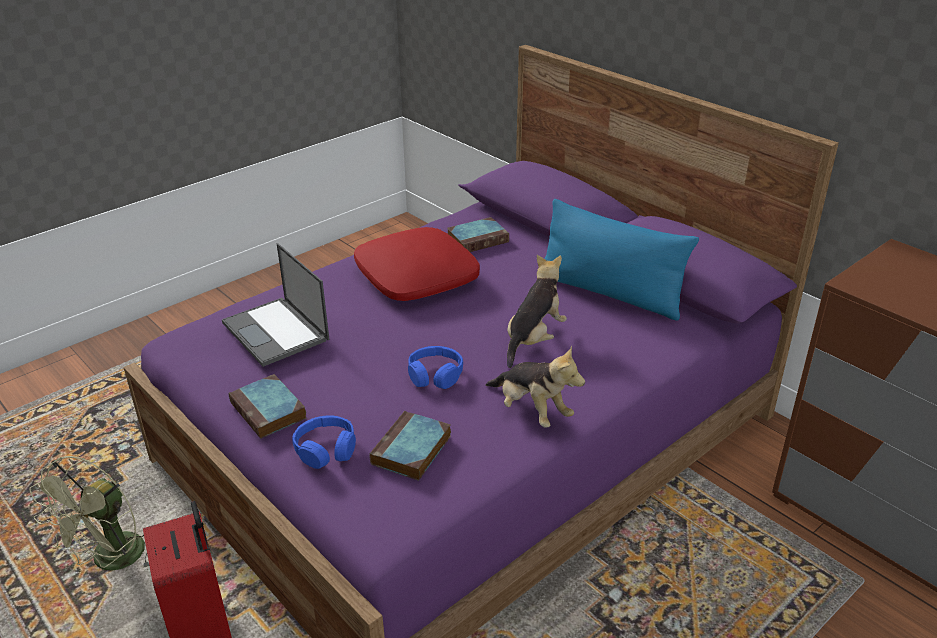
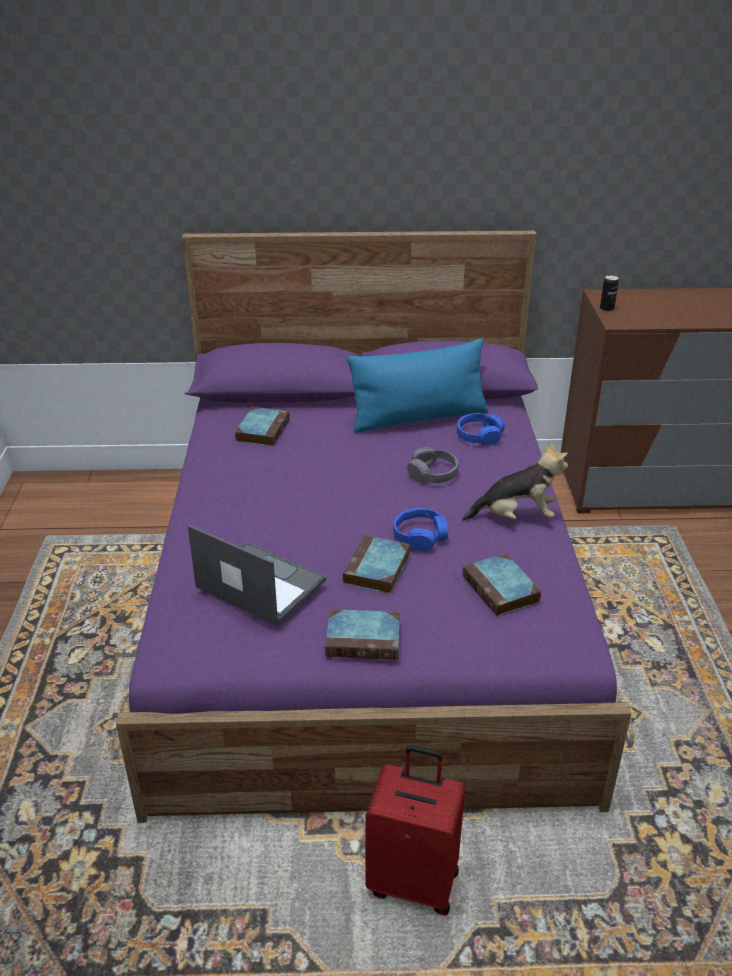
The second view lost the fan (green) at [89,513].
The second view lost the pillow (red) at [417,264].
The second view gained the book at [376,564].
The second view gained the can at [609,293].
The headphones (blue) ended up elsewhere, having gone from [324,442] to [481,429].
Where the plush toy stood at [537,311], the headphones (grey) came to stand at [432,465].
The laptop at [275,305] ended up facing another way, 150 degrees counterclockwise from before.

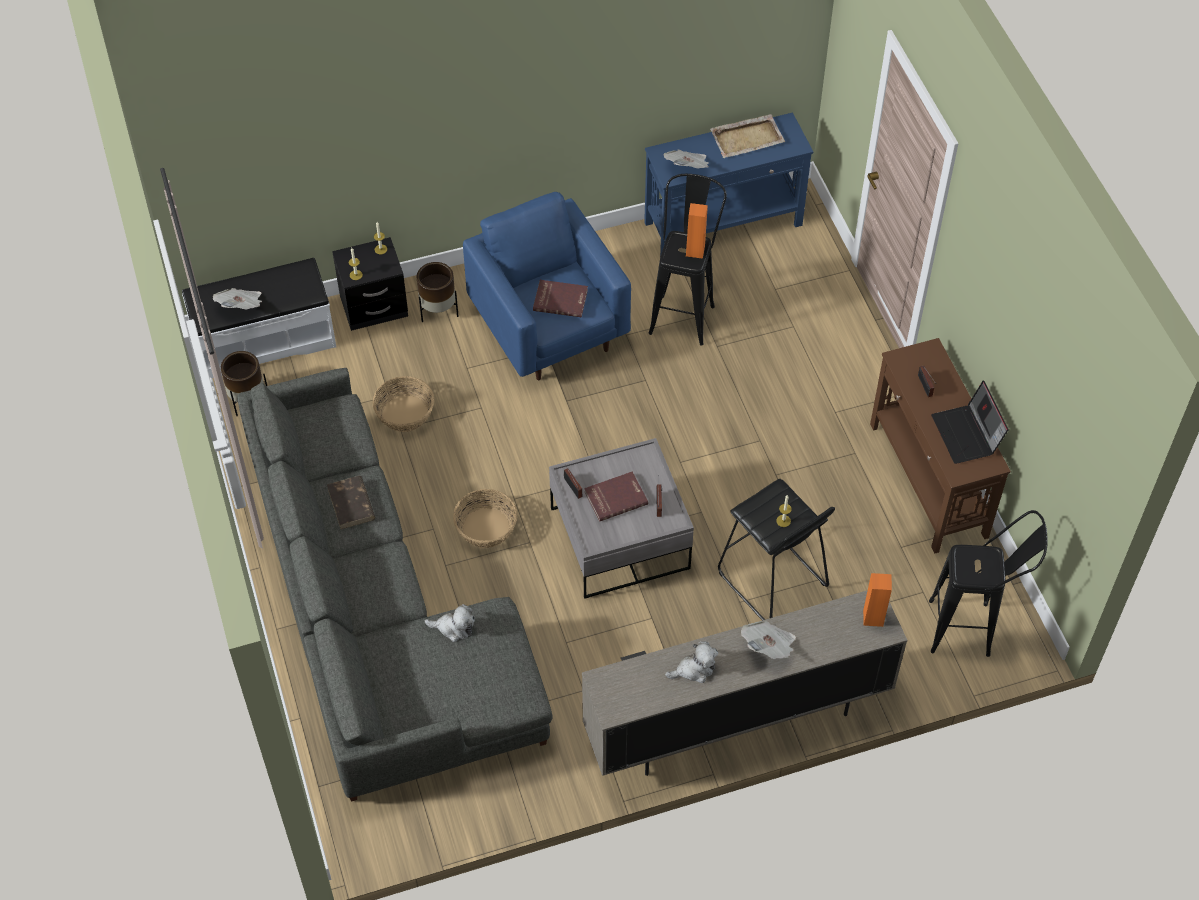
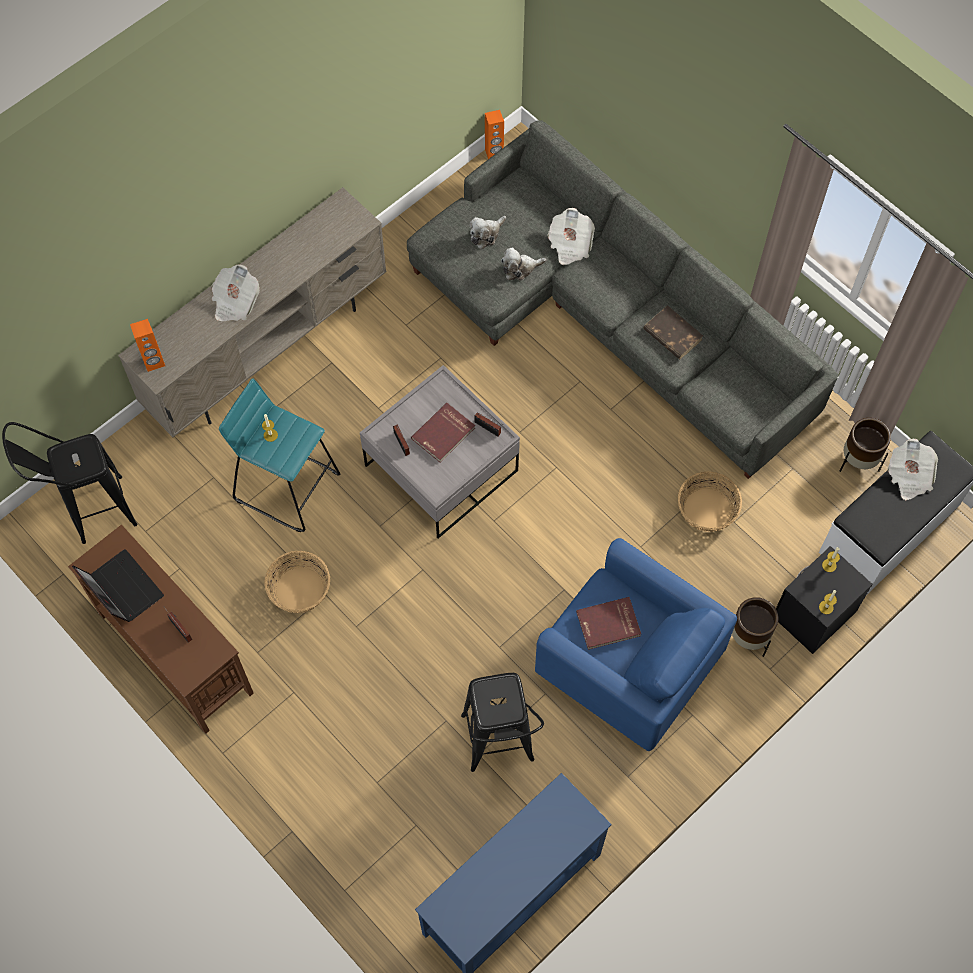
The second view lost the tray (beige) at [747,136].
The basket ended up elsewhere, having gone from [485,518] to [297,582].
The newspaper ended up elsewhere, having gone from [686,159] to [571,236].
The plush toy ended up elsewhere, having gone from [691,662] to [487,232].
The speaker (orange) ended up elsewhere, having gone from [697,231] to [494,134].
What was the stool (black) at [776,549] turned into the stool (turquoise) at [279,455].

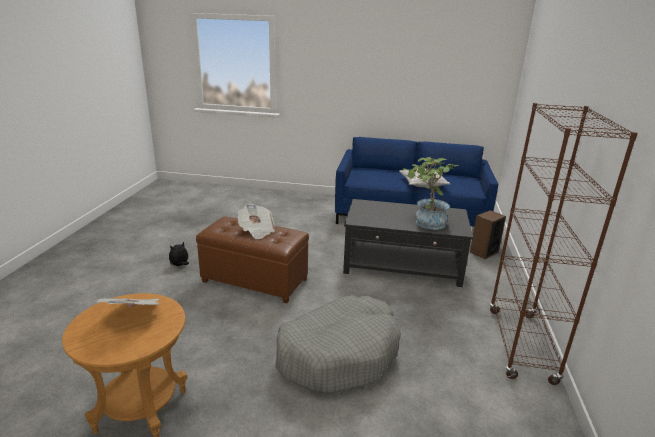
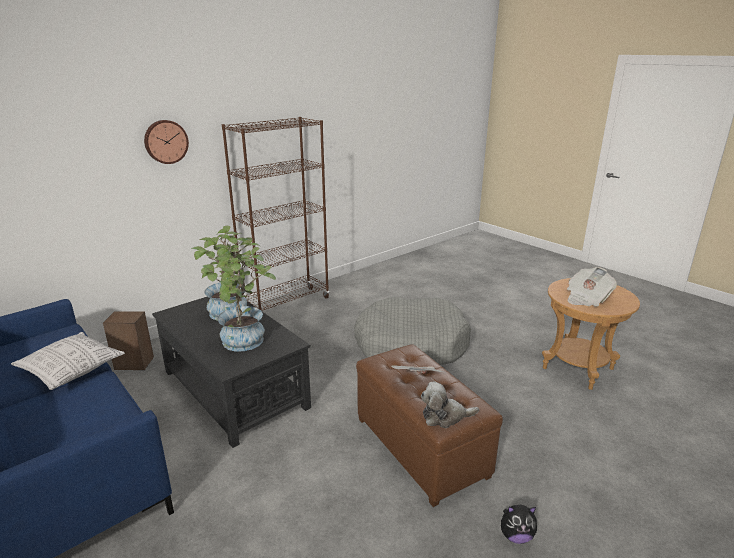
The second view gained the wall clock at [166,142].
The second view gained the potted plant at [238,299].
The second view gained the plush toy at [450,404].

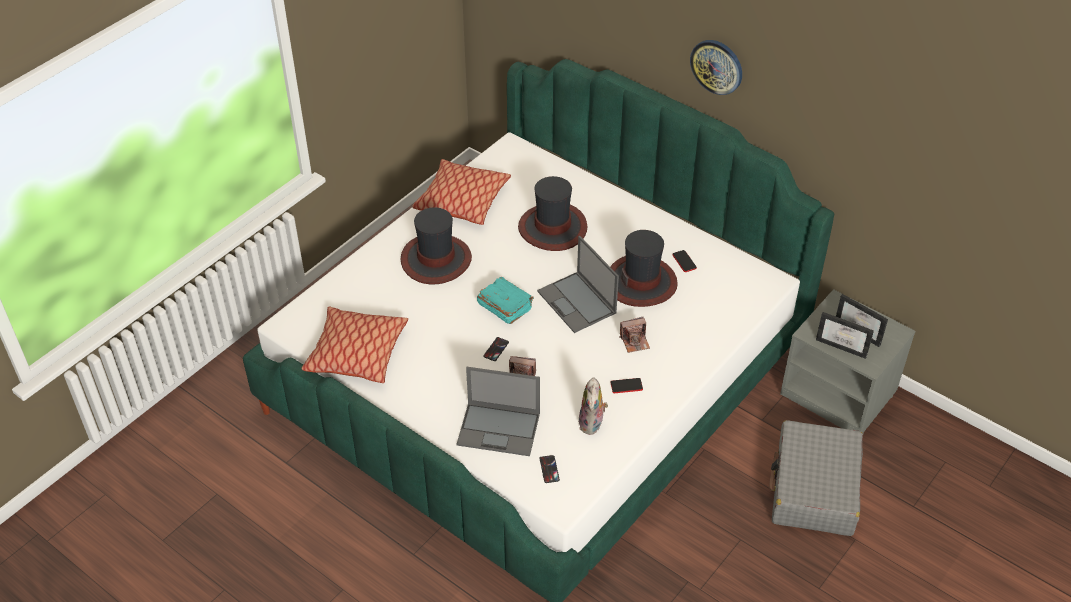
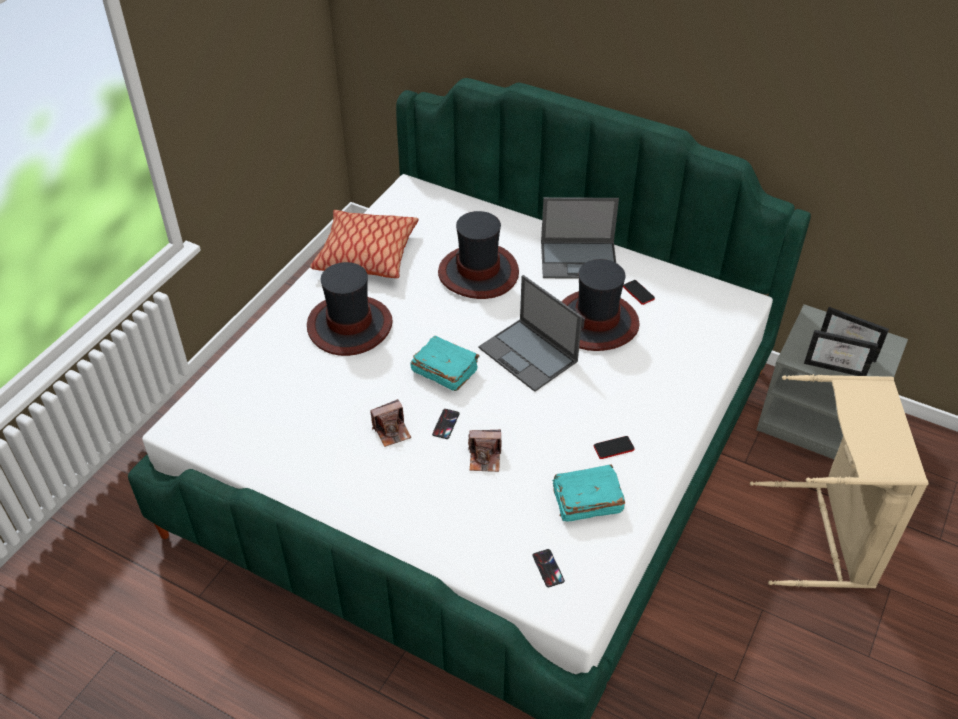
The second view lost the pillow at [355,344].
The second view lost the wall clock at [716,67].
The laptop ended up elsewhere, having gone from [498,411] to [580,238].
The photo camera ended up elsewhere, having gone from [634,335] to [390,423].
Where the plush toy stood at [593,406], the book (turquoise) came to stand at [588,493].
Where the suitcase (grey) stood at [816,478], the laundry basket (beige) came to stand at [839,481].

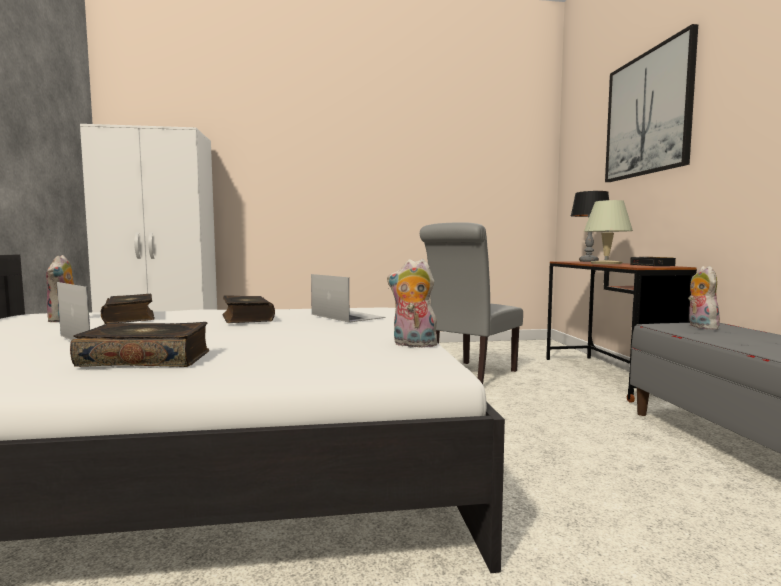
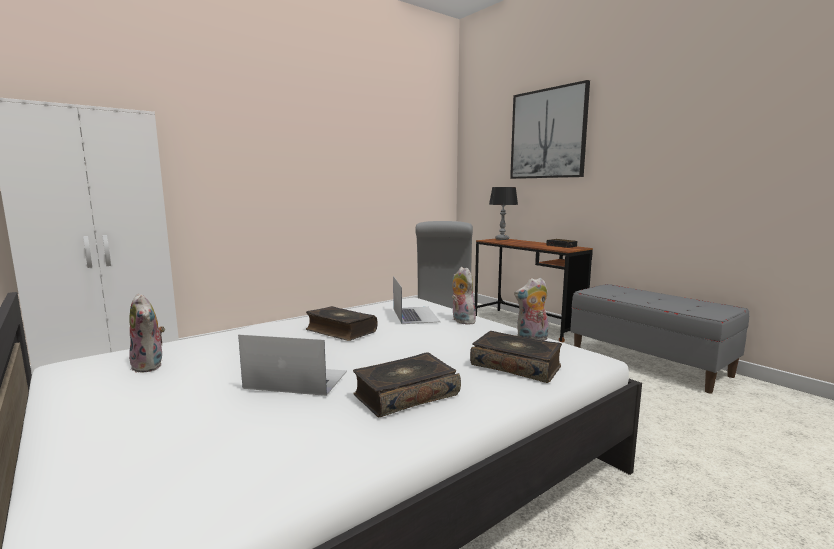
The second view lost the table lamp (beige) at [608,232].
The book ended up elsewhere, having gone from [128,309] to [516,357].
The plush toy ended up elsewhere, having gone from [704,298] to [464,296].
The laptop at [348,298] ended up facing another way, 60 degrees clockwise from before.

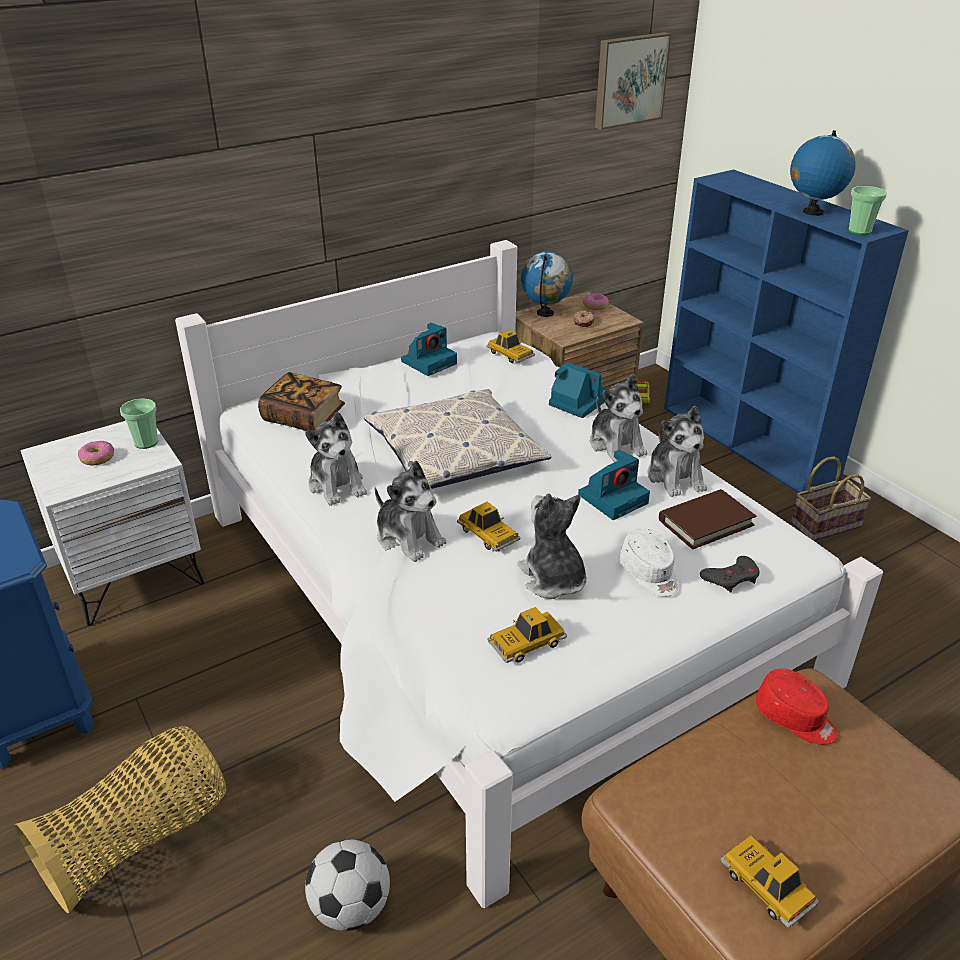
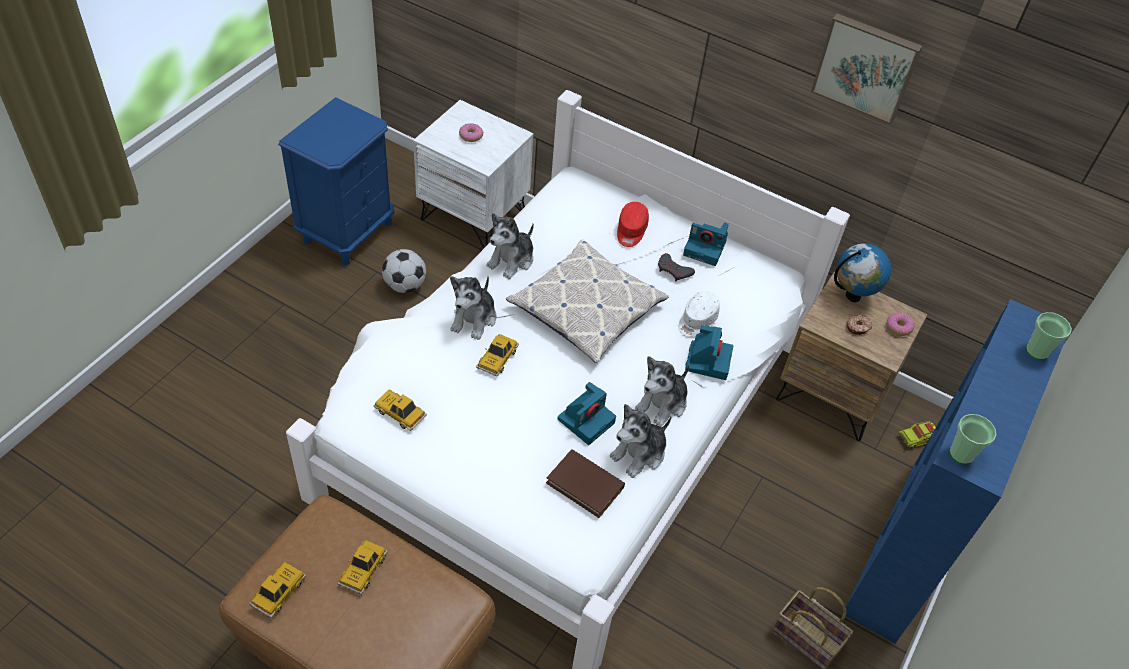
The second view lost the basket at [120,820].
The second view lost the book at [301,401].
The second view lost the plush toy at [552,546].
The second view lost the globe at [822,173].
The cup ended up elsewhere, having gone from [139,423] to [1049,336].
The football ended up elsewhere, having gone from [347,885] to [404,271].
The toy car ended up elsewhere, having gone from [510,346] to [363,567].
The picture ended up elsewhere, having gone from [633,81] to [866,69].
The cap (white) ended up elsewhere, having gone from [649,562] to [699,314].
The game controller (grey) ended up elsewhere, having gone from [729,574] to [676,267].
The cap (red) ended up elsewhere, having gone from [797,707] to [633,224].
The photo camera at [614,484] ended up facing another way, 75 degrees counterclockwise from before.

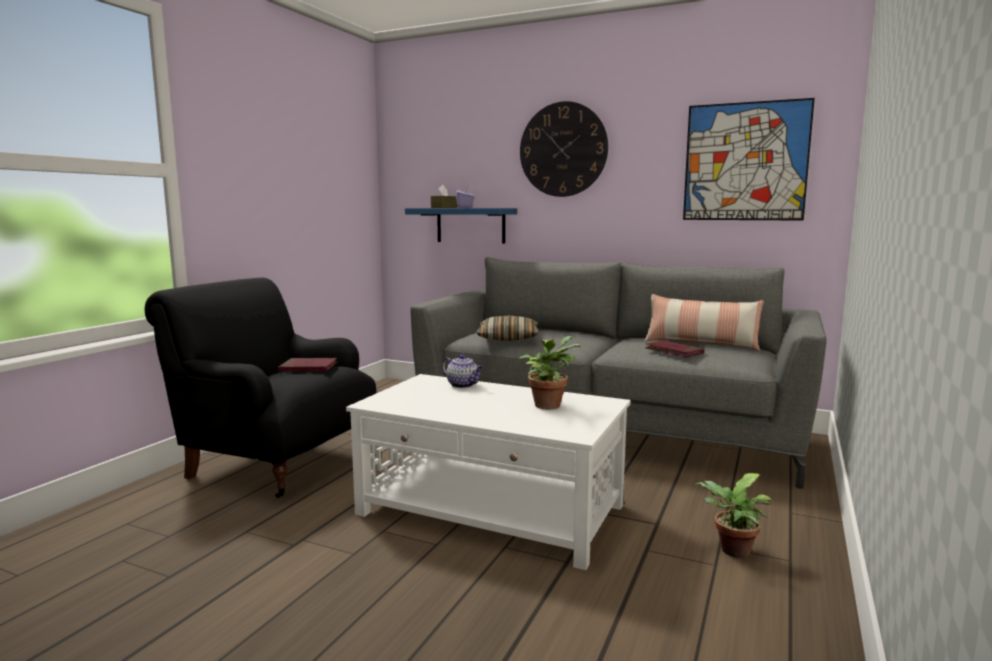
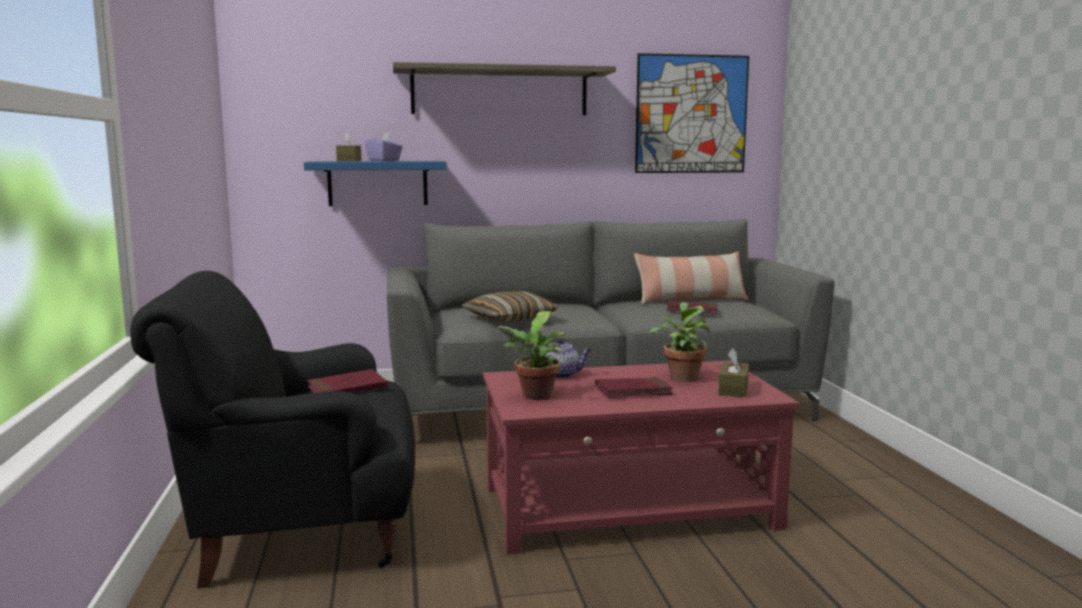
The second view gained the book (red) at [634,387].
The second view gained the tissue box (brown) at [733,372].
The potted plant ended up elsewhere, having gone from [733,515] to [530,355].
Where the wall clock hung at [564,149], the shelf came to hang at [504,88].
What was the coffee table (white) at [488,472] turned into the coffee table (red) at [641,457].

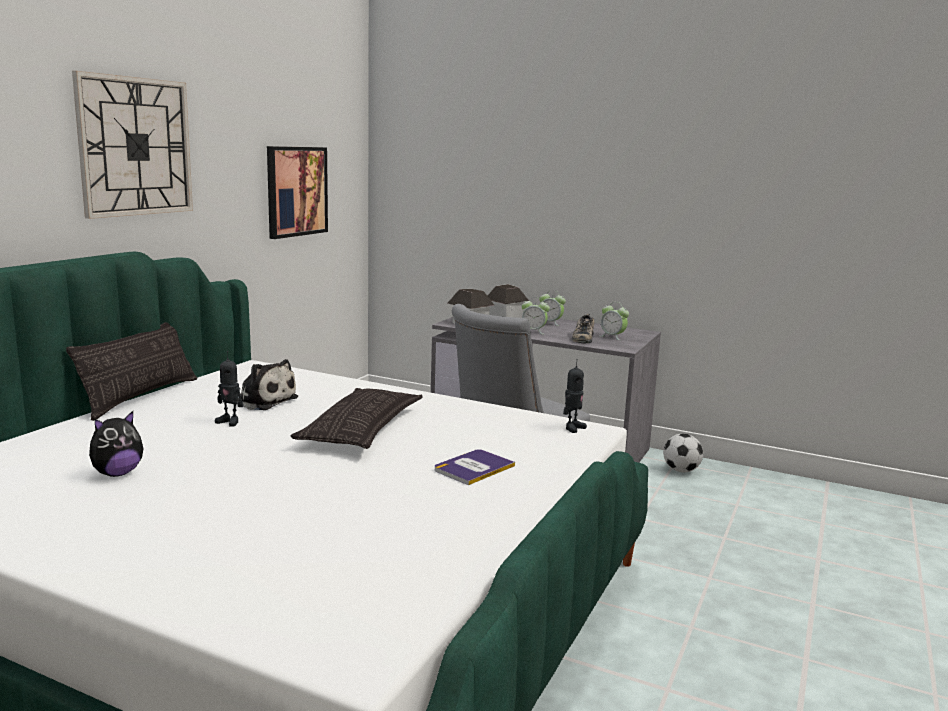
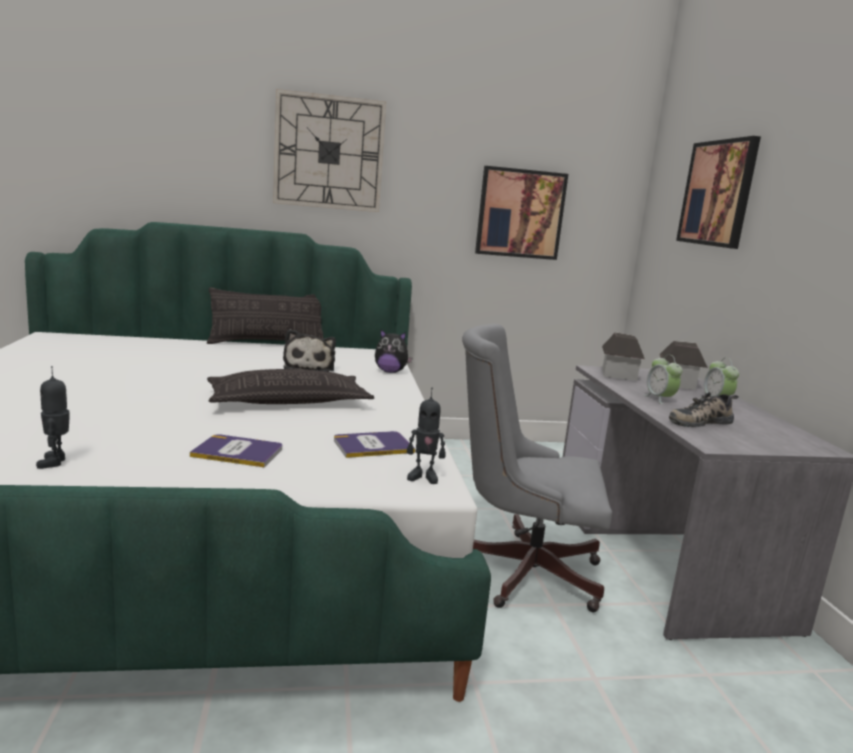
The second view lost the alarm clock at [614,321].
The second view lost the football at [683,452].
The second view gained the book at [374,444].
The second view gained the picture at [718,192].
The plush toy ended up elsewhere, having gone from [116,444] to [394,351].
The toy robot ended up elsewhere, having gone from [229,389] to [53,417].

